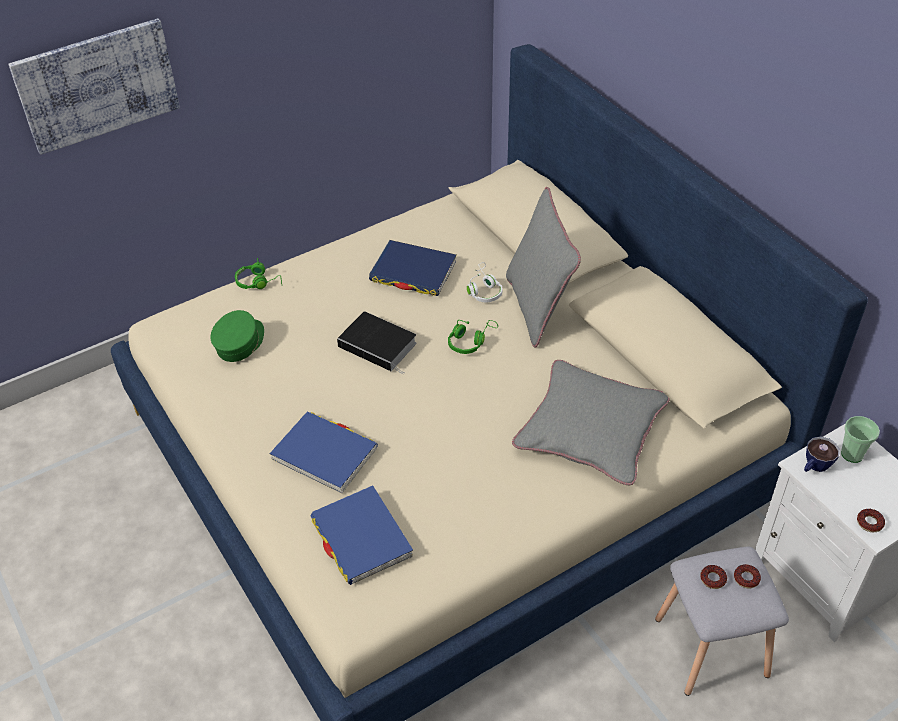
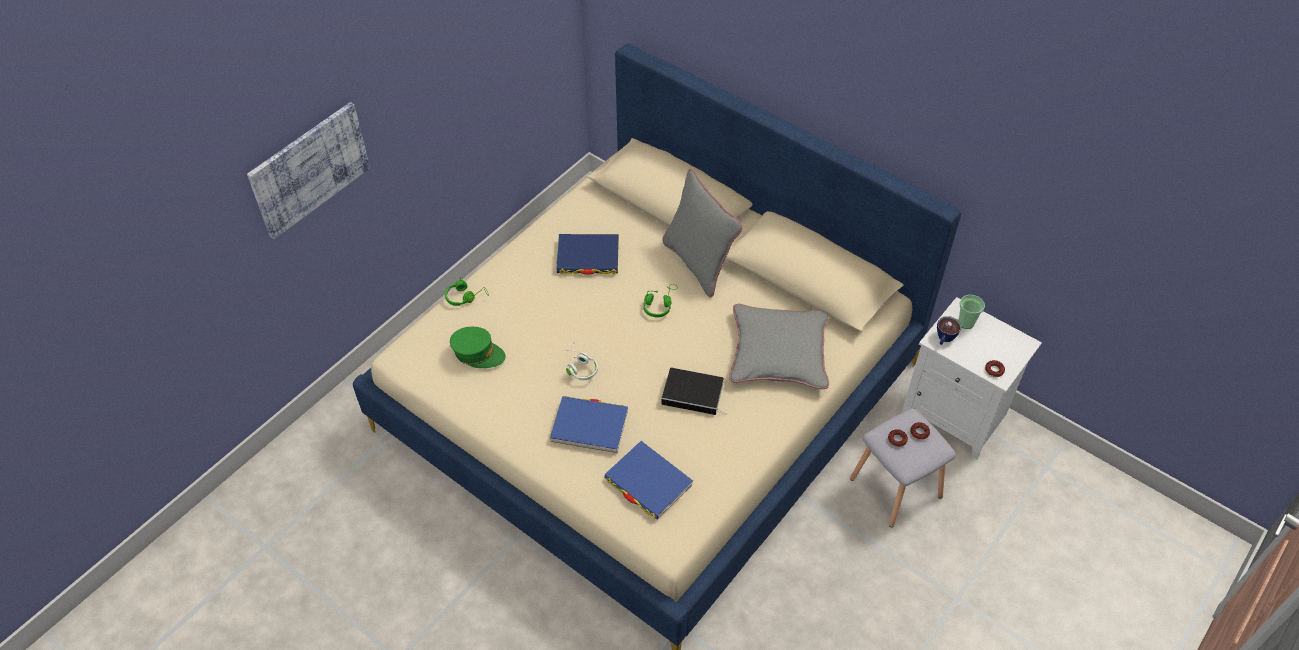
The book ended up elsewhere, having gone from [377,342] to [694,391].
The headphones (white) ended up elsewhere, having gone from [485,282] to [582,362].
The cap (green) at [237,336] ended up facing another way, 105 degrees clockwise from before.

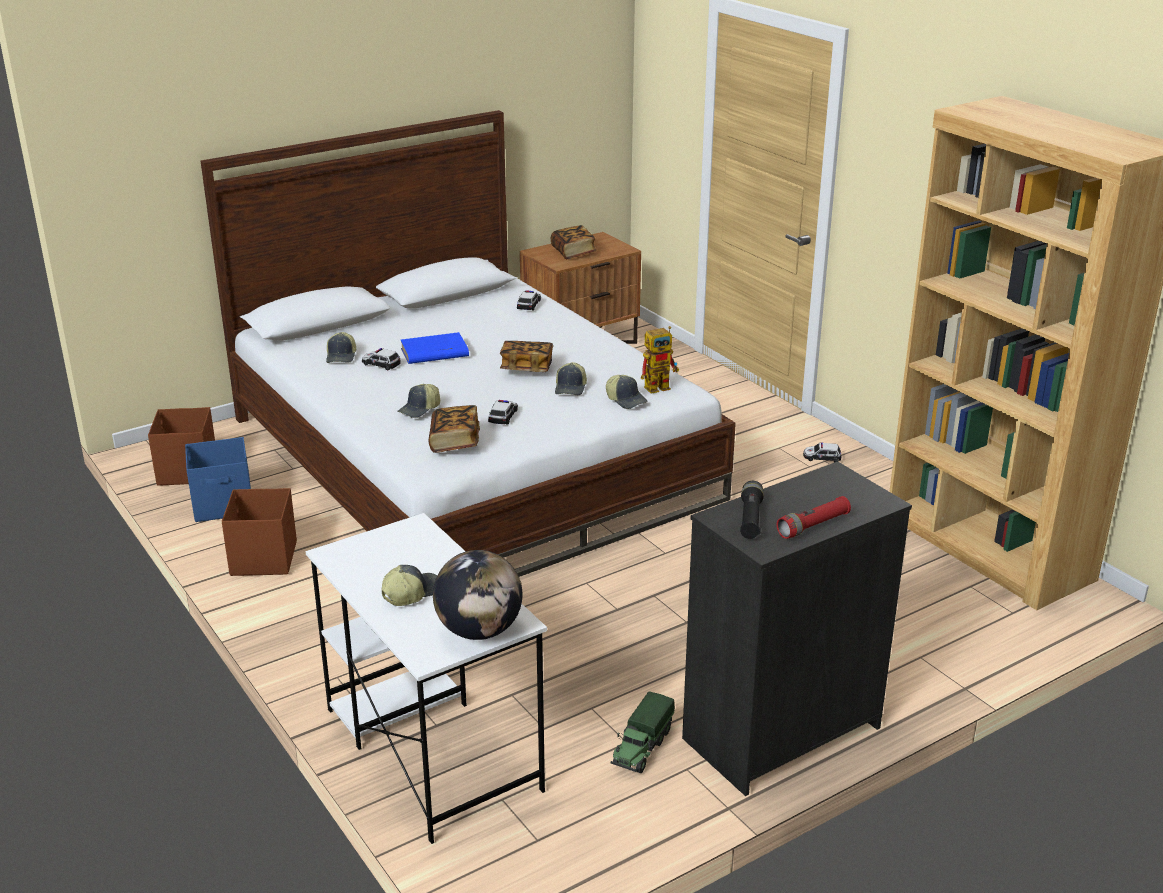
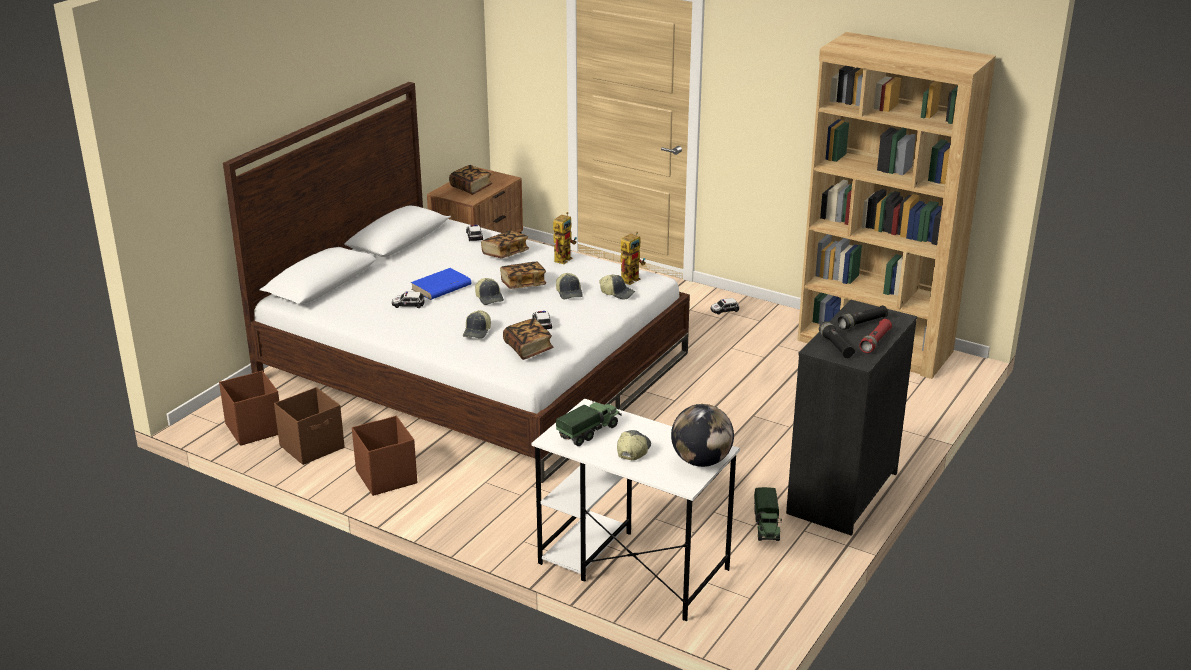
The second view gained the book at [505,244].
The second view gained the toy robot at [565,238].
The second view gained the toy truck at [589,423].
The second view gained the flashlight (black) at [863,317].
The cap ended up elsewhere, having gone from [341,347] to [489,291].
What was the storage box (blue) at [218,479] turned into the storage box (brown) at [309,426].

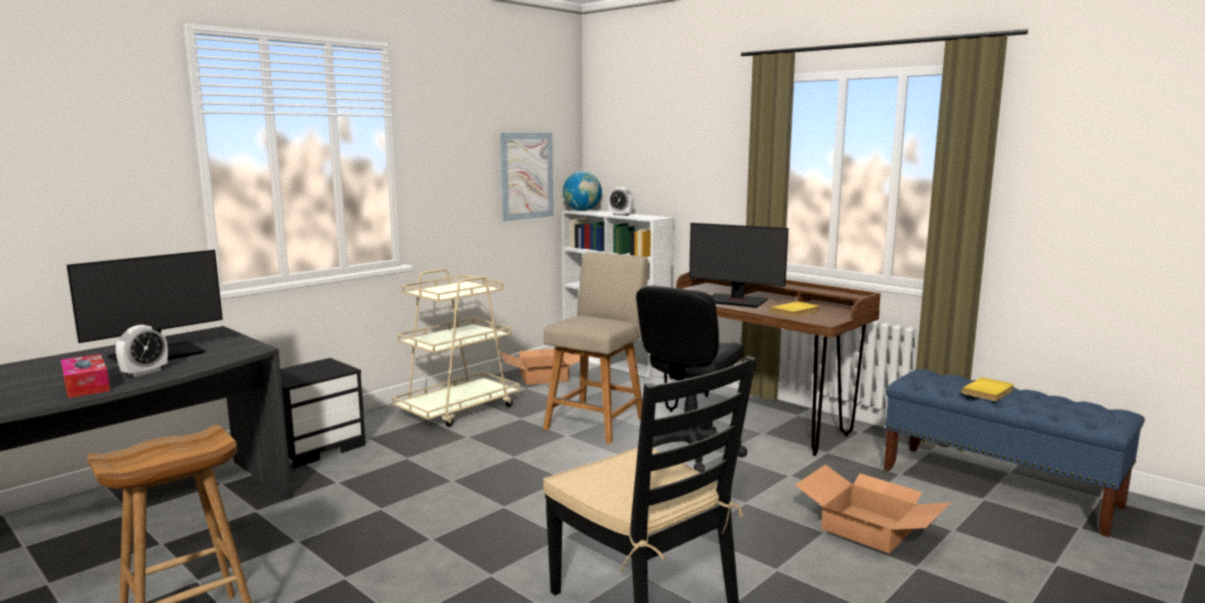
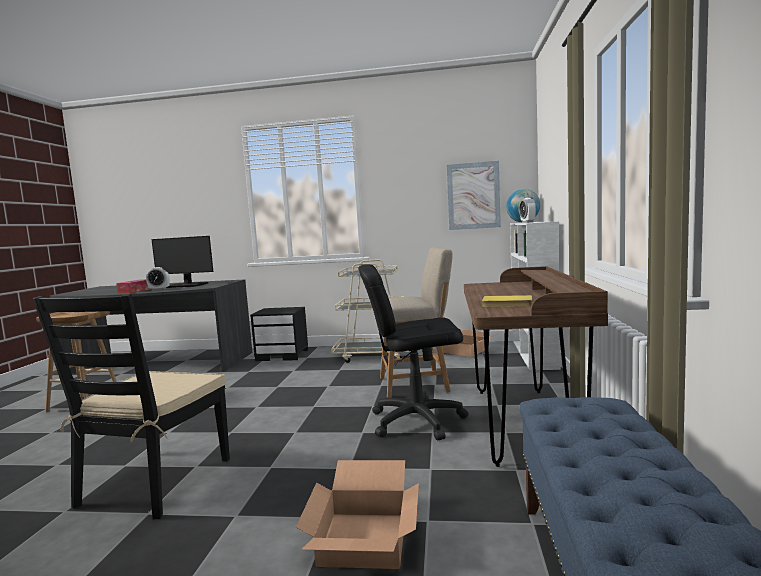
The second view lost the monitor at [739,265].
The second view lost the book (yellow) at [988,389].

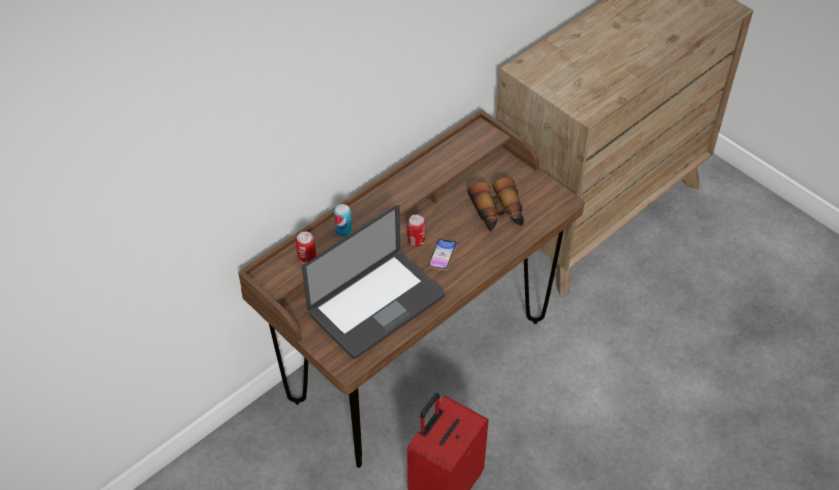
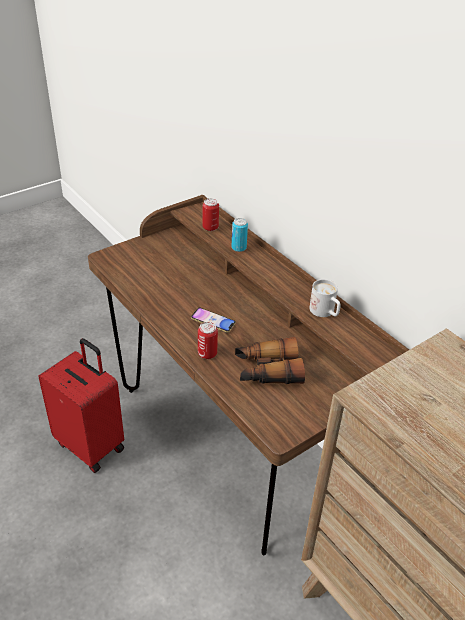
The second view lost the laptop at [373,282].
The second view gained the mug (white) at [325,298].
The can ended up elsewhere, having gone from [416,230] to [208,340].

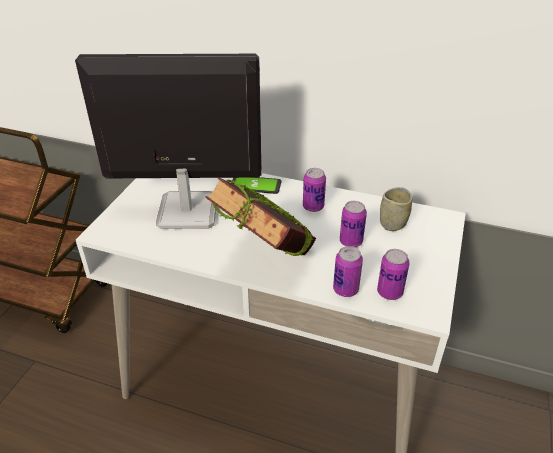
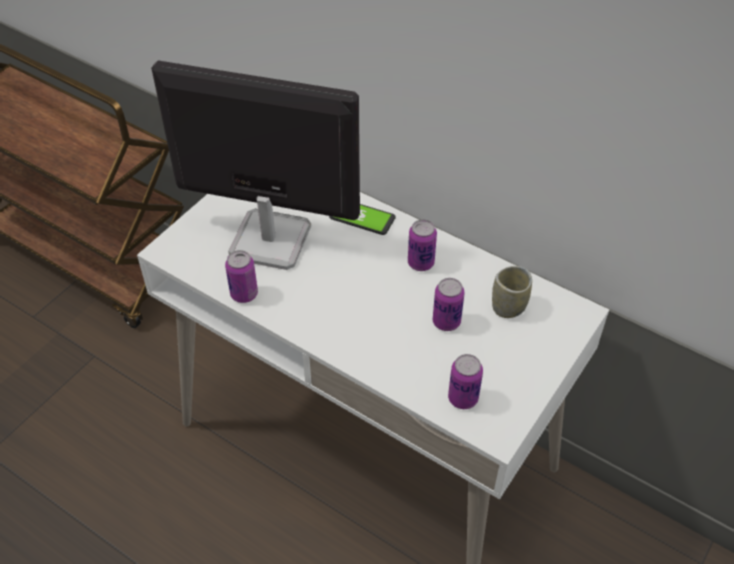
The second view lost the book at [260,216].
The can ended up elsewhere, having gone from [348,271] to [241,276].

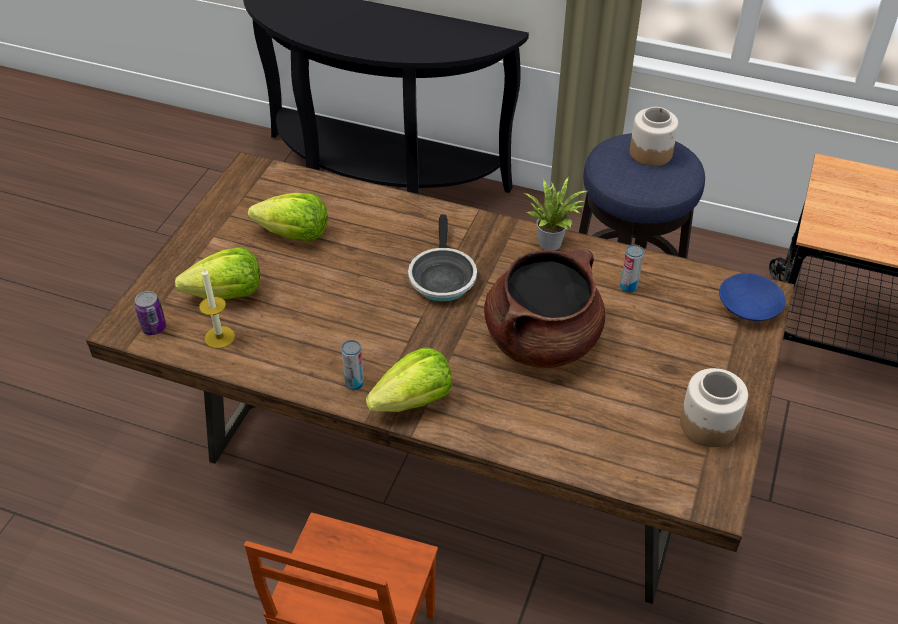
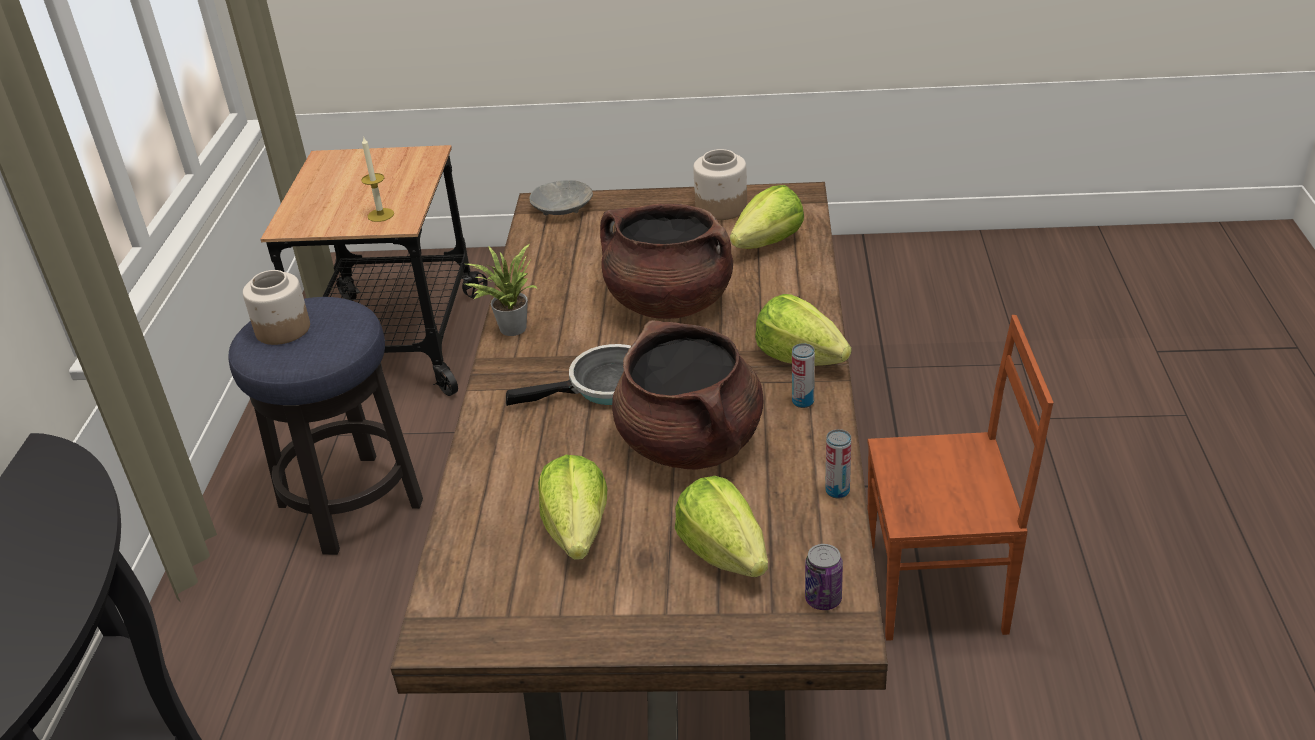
The second view gained the cooking pot (brown) at [688,395].
The second view gained the lettuce at [767,217].
The candle ended up elsewhere, having gone from [217,308] to [377,179].
The can ended up elsewhere, having gone from [632,268] to [838,463].
What was the bowl (blue) at [752,297] turned into the bowl (grey) at [561,198].

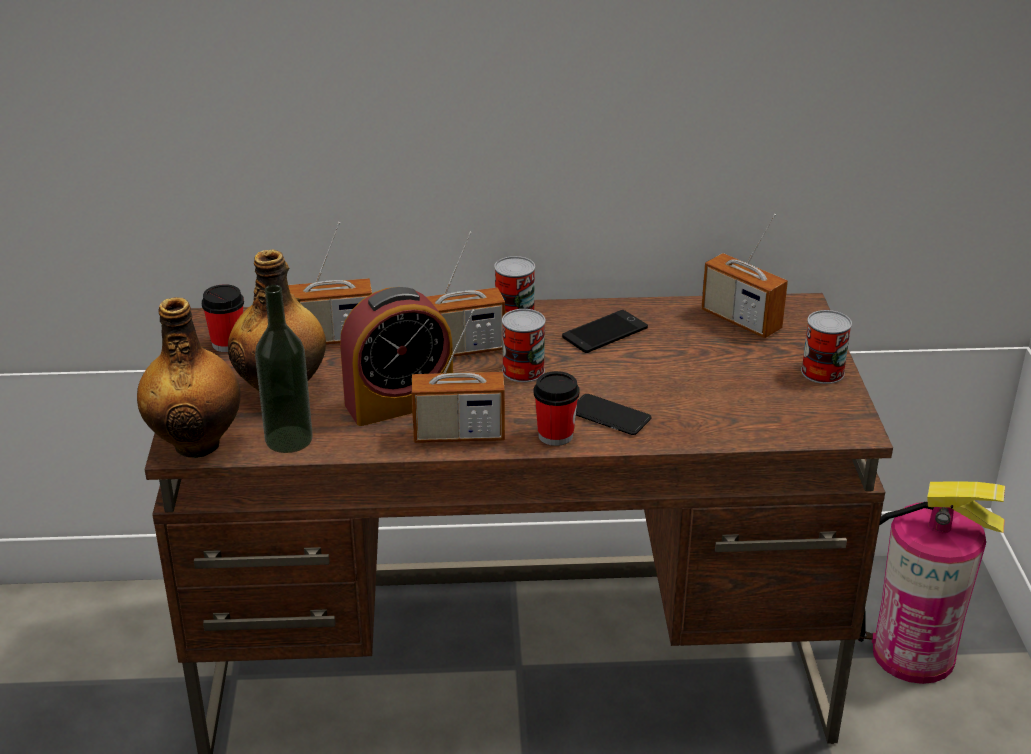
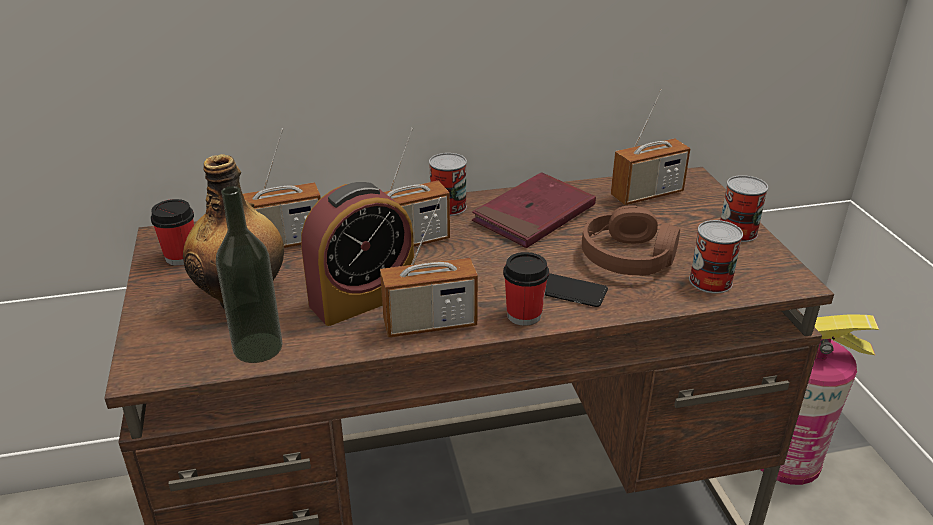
The second view lost the bottle at [189,377].
The second view gained the headphones (brown) at [631,241].
The can ended up elsewhere, having gone from [523,345] to [716,256].
Where the phone stood at [605,331], the book (red) came to stand at [534,210].
The radio at [744,276] ended up facing another way, 60 degrees counterclockwise from before.

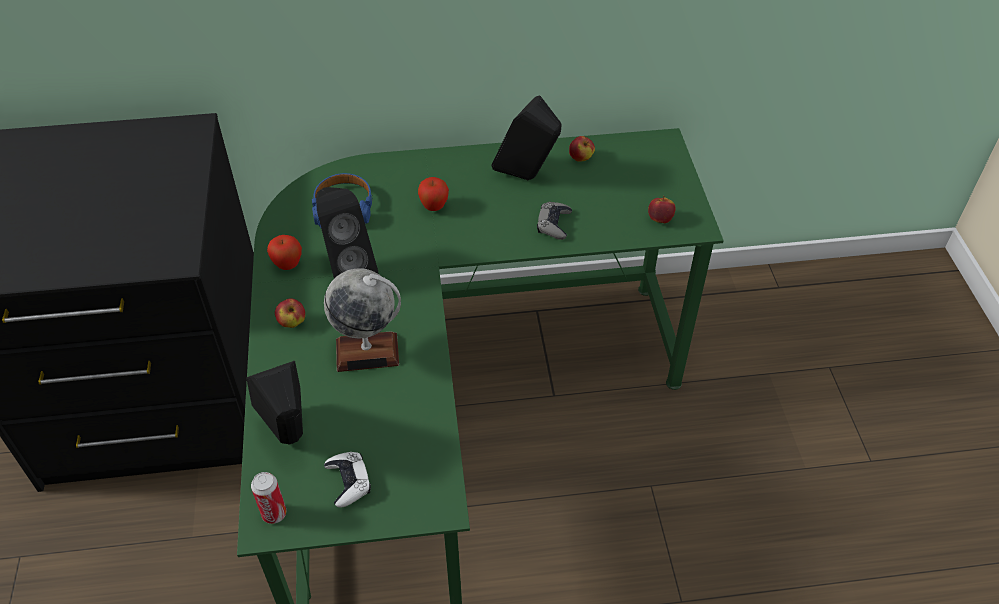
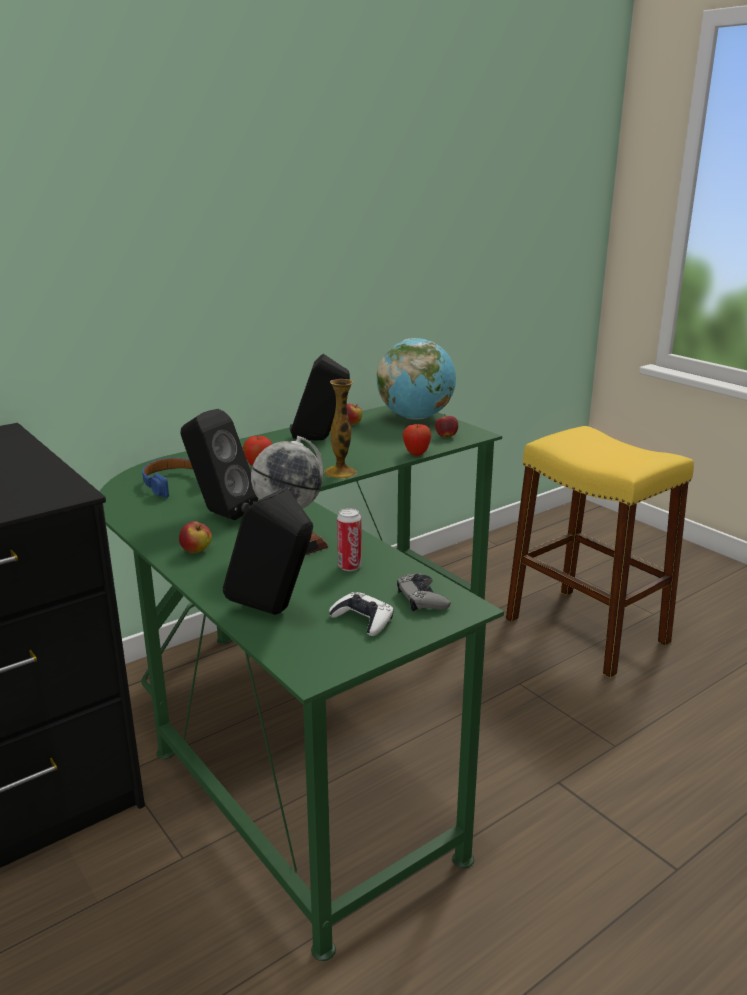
The second view gained the vase at [340,429].
The second view gained the globe at [416,378].
The second view gained the stool (yellow) at [600,552].
The can ended up elsewhere, having gone from [268,498] to [349,539].
The apple ended up elsewhere, having gone from [284,252] to [417,440].
The game controller (grey) ended up elsewhere, having gone from [554,221] to [424,592].

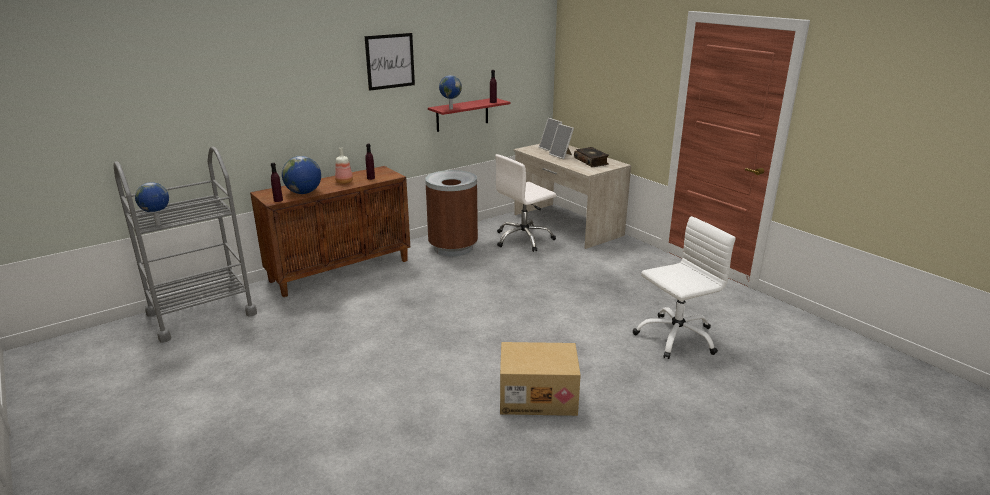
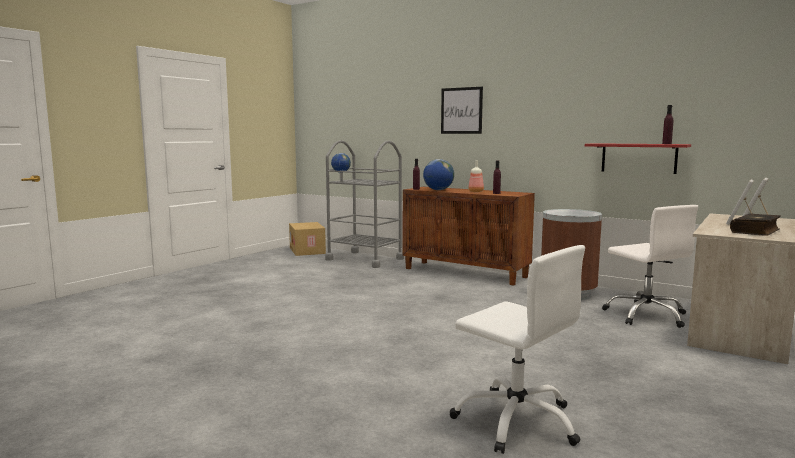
The second view lost the globe at [450,92].
The picture ended up elsewhere, having gone from [390,62] to [462,110].
The cardboard box ended up elsewhere, having gone from [540,379] to [307,239].
The office chair (white) at [525,203] ended up facing another way, 150 degrees counterclockwise from before.

